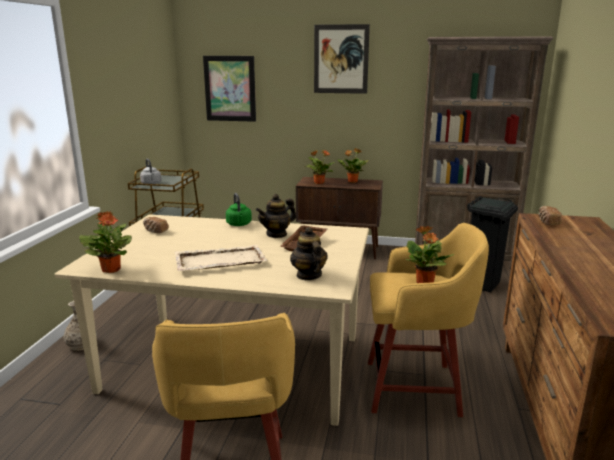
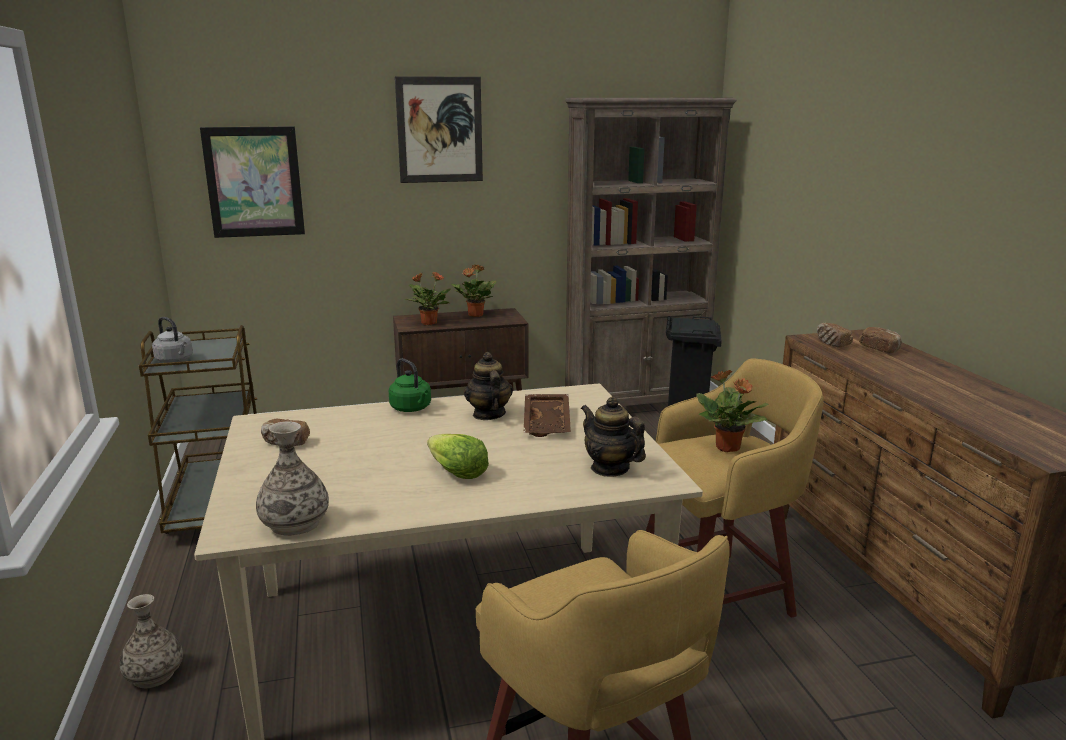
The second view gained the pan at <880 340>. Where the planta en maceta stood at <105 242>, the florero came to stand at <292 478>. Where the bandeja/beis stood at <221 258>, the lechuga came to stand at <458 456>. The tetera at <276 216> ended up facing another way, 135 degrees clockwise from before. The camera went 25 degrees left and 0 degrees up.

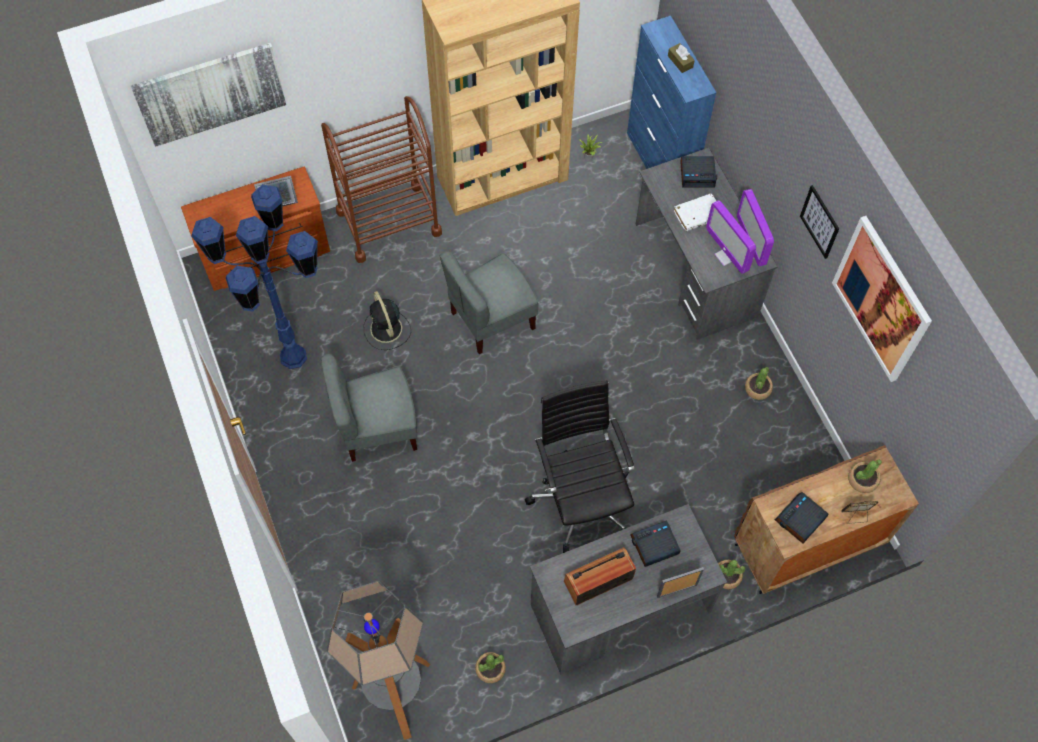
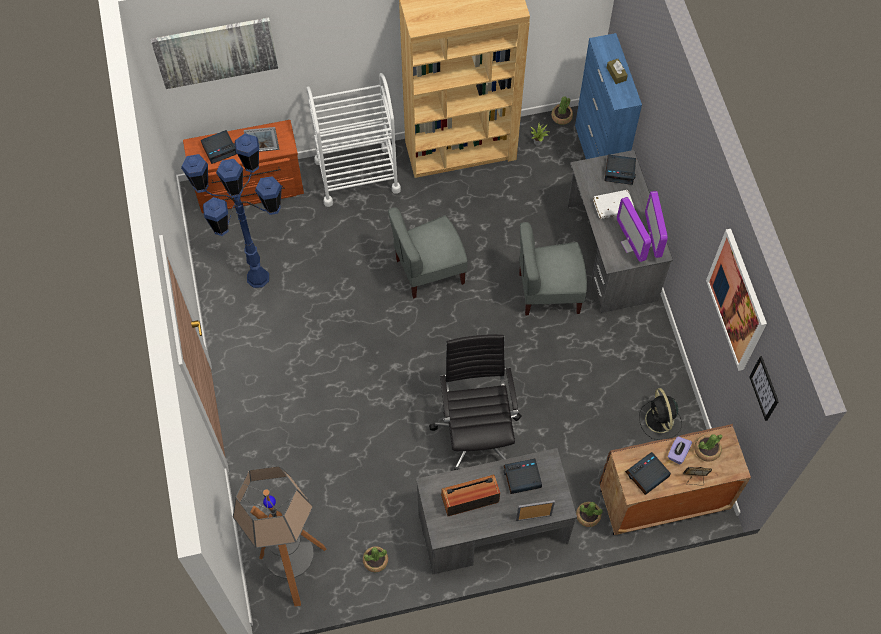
The second view gained the despertador at <219 147>. The second view gained the caja de pañuelos/morado at <680 450>. The silla/gris ended up elsewhere, having gone from <369 408> to <553 268>. The ventilador/negro ended up elsewhere, having gone from <387 320> to <660 414>. The planta en maceta ended up elsewhere, having gone from <759 383> to <562 110>. The cuadro ended up elsewhere, having gone from <819 222> to <764 388>. What was the carrito/marrón at <381 179> turned into the carrito/blanco at <353 140>. The camera went 10 degrees right and 0 degrees up.

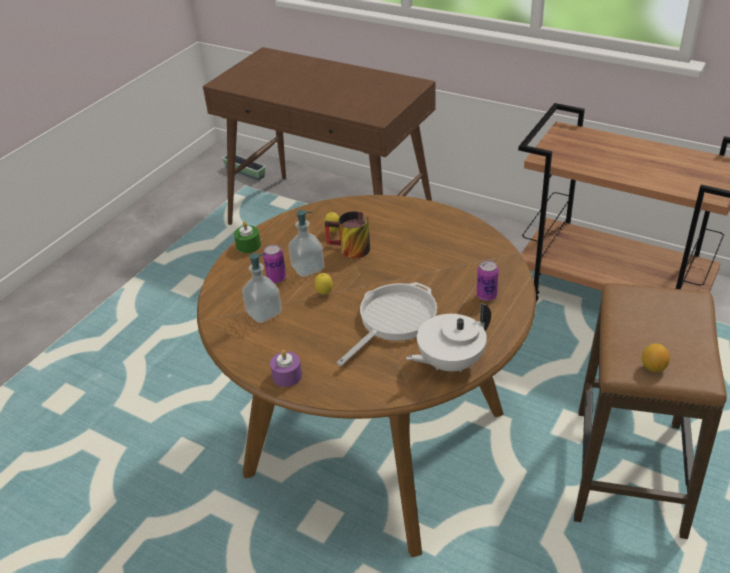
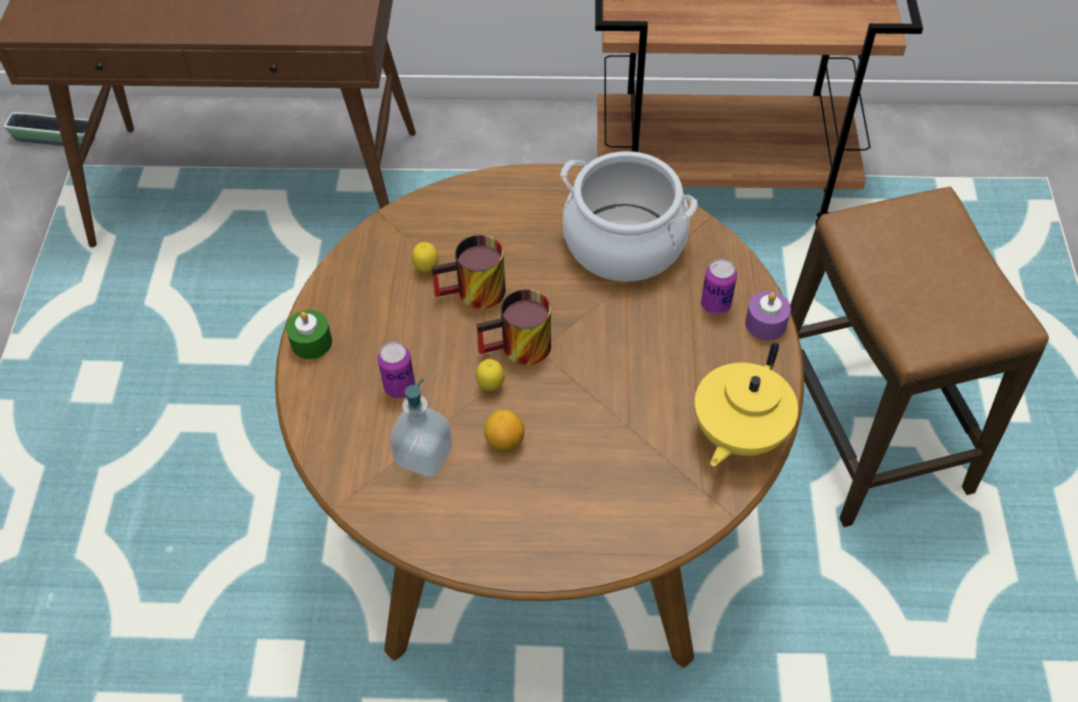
The second view lost the dispensador de jabón at <306 243>. The second view lost the sartén at <387 324>. The second view gained the taza grande at <514 327>. The second view gained the olla at <628 216>. The vela/morado ended up elsewhere, having gone from <286 368> to <768 315>. The limón ended up elsewhere, having gone from <656 358> to <504 430>. What was the tetera/blanco at <448 337> turned into the tetera/amarillo at <746 404>. The camera went 30 degrees left and 15 degrees up.

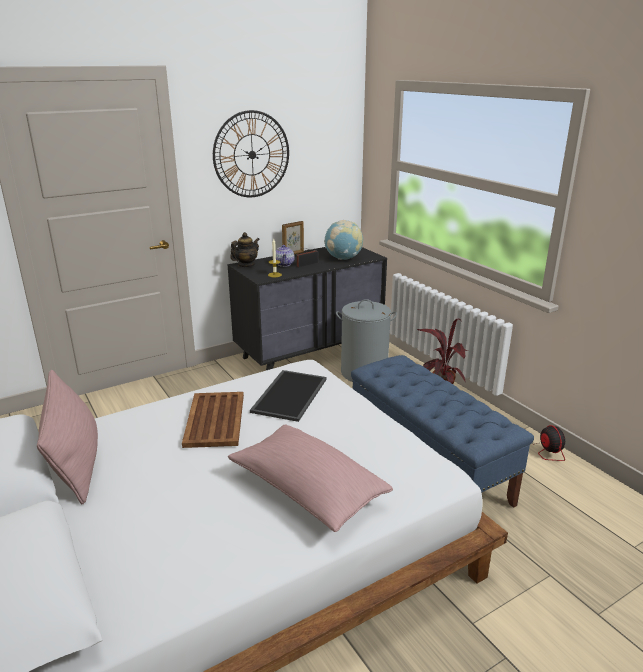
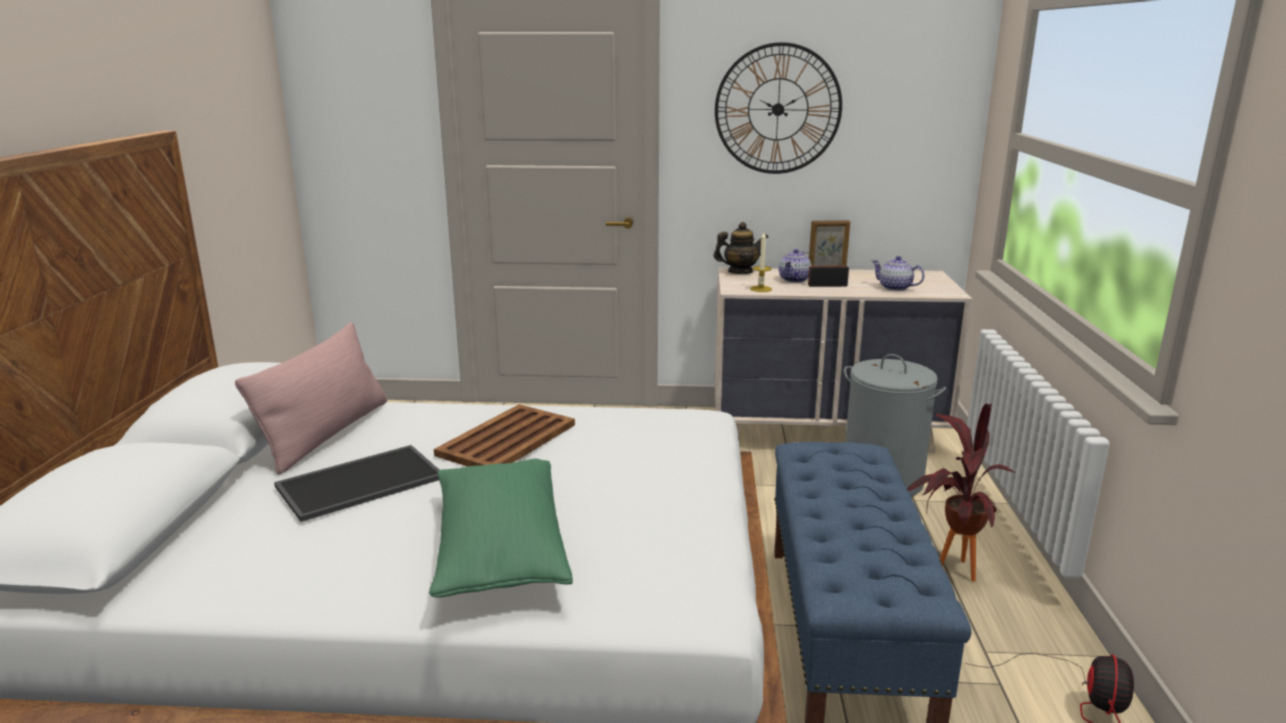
The bandeja ended up elsewhere, having gone from <288 396> to <356 483>. Where the globo terráqueo stood at <343 240>, the tetera came to stand at <898 273>. What was the cómoda/negro at <307 308> turned into the cómoda/beis at <843 360>. What was the cojín/rosa at <310 478> turned into the cojín/verde at <501 528>. The camera went 35 degrees right and 5 degrees down.

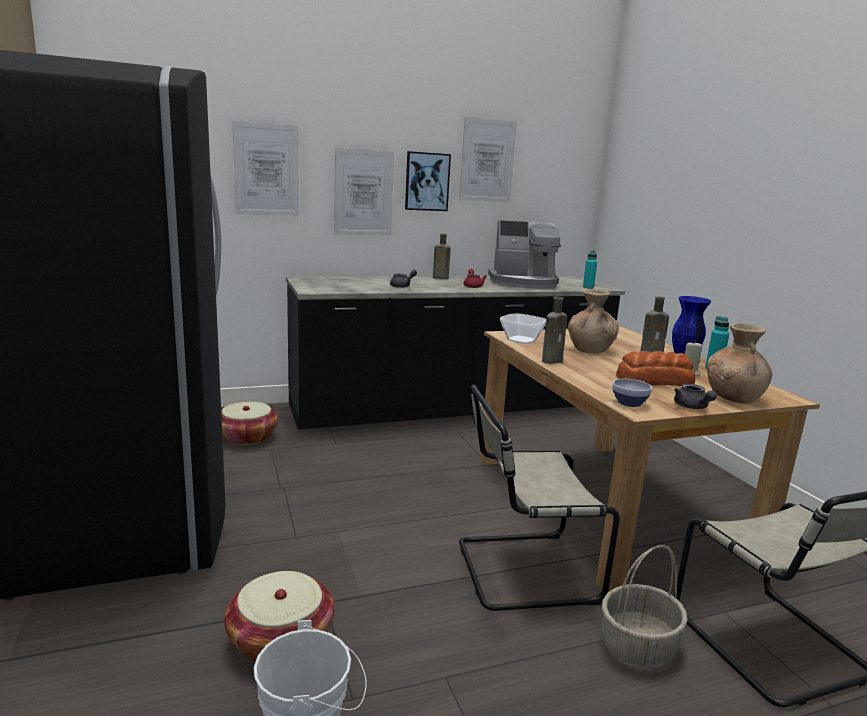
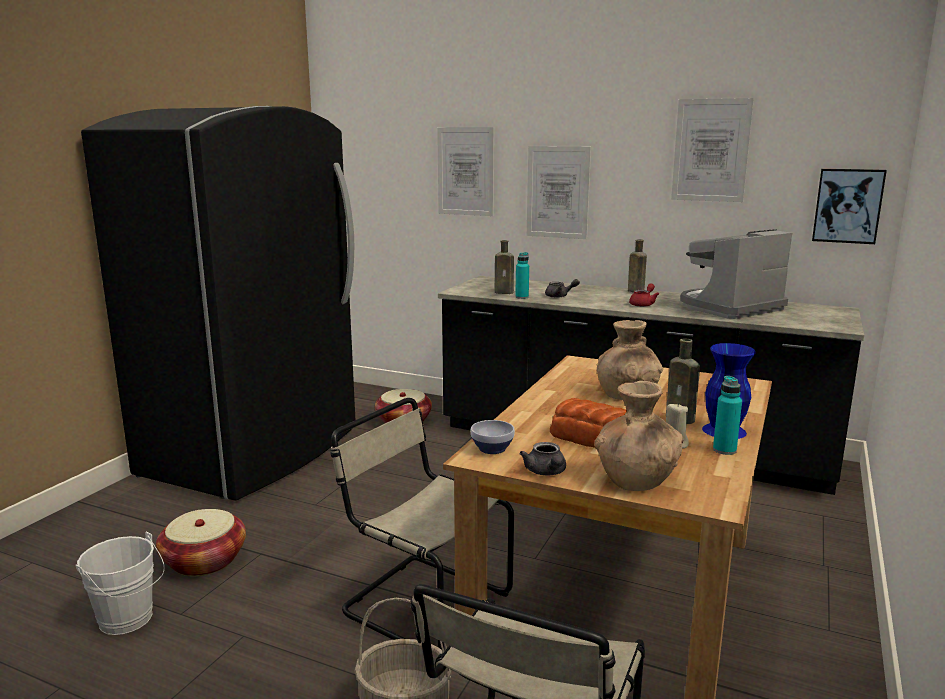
The second view lost the cuenco at <523 328>. The cuadro ended up elsewhere, having gone from <428 181> to <849 206>. The botella/marrón ended up elsewhere, having gone from <554 330> to <504 267>. The botella/turquesa ended up elsewhere, having gone from <590 269> to <522 275>. The cafetera at <524 254> ended up facing another way, 105 degrees clockwise from before. The tetera/gris at <695 396> ended up facing another way, 45 degrees counterclockwise from before. The camera went 45 degrees right and 0 degrees up.

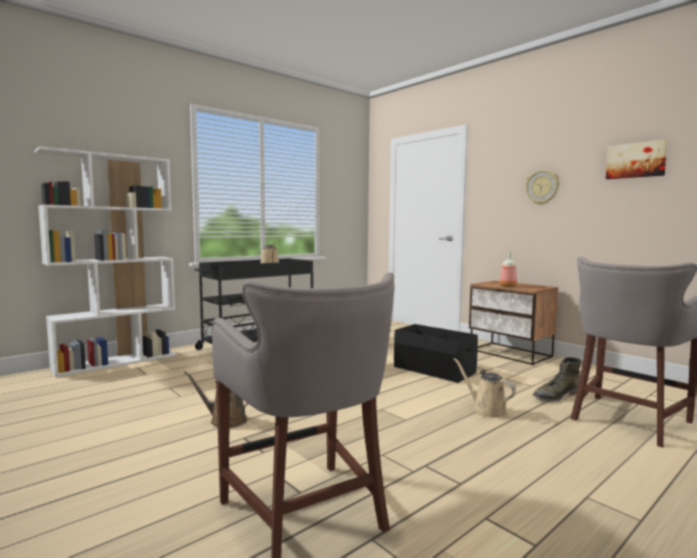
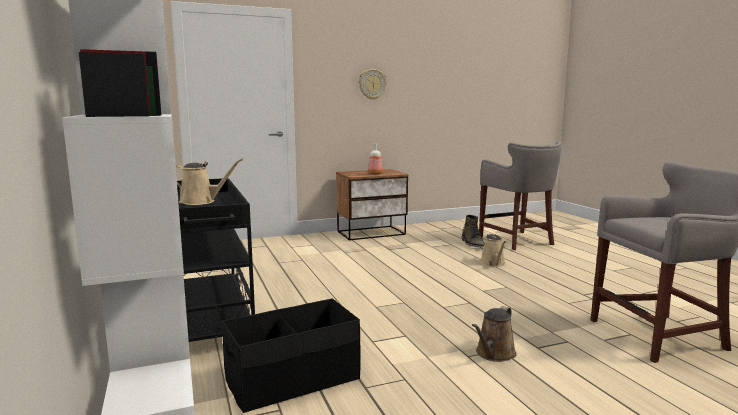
The second view lost the cuadro at <637 159>. The caja de almacenaje/negro ended up elsewhere, having gone from <436 353> to <291 355>. The regadera/beis at <485 388> ended up facing another way, 75 degrees counterclockwise from before. The camera went 70 degrees left and 5 degrees up.

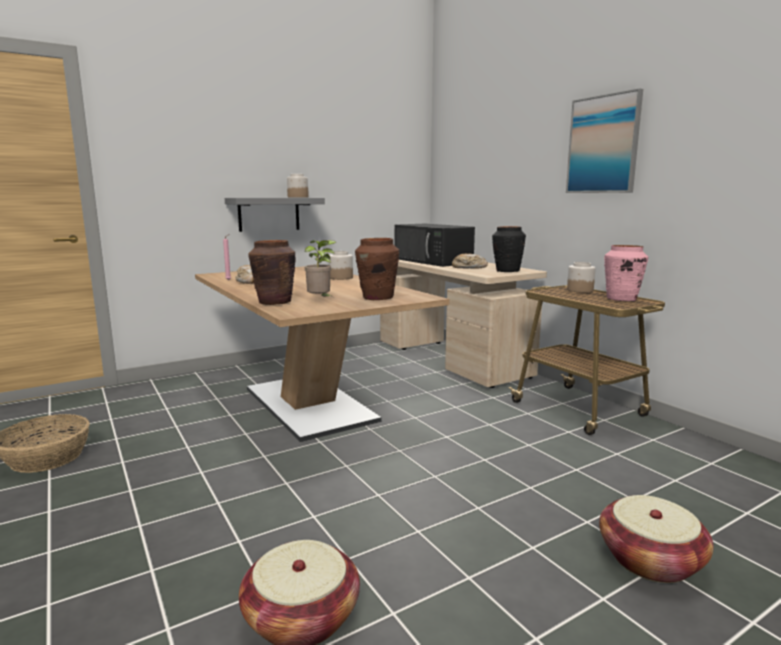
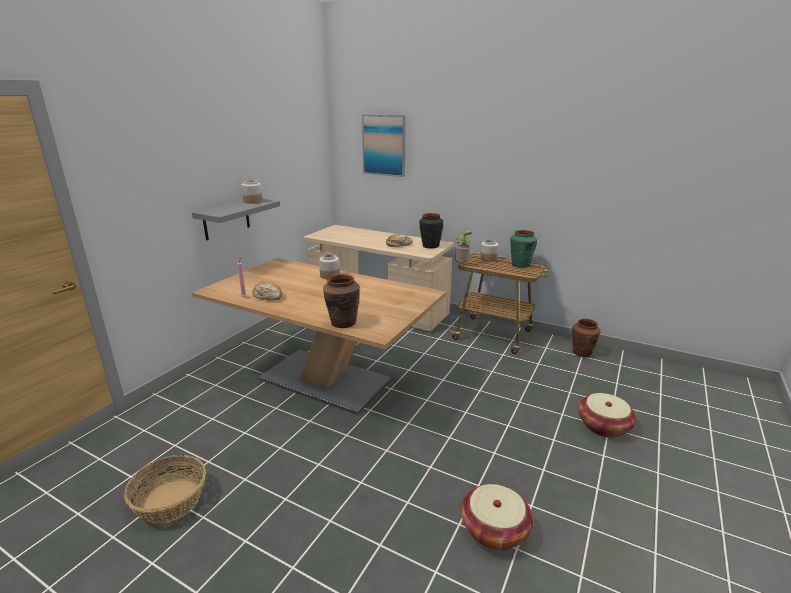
The second view lost the microondas/negro at <435 245>. The planta en maceta ended up elsewhere, having gone from <320 268> to <463 247>. The florero/marrón ended up elsewhere, having gone from <377 269> to <586 338>. The cuadro ended up elsewhere, having gone from <604 140> to <384 145>. What was the florero/rosa at <626 273> turned into the florero/verde at <523 249>. The camera went 30 degrees left and 10 degrees up.

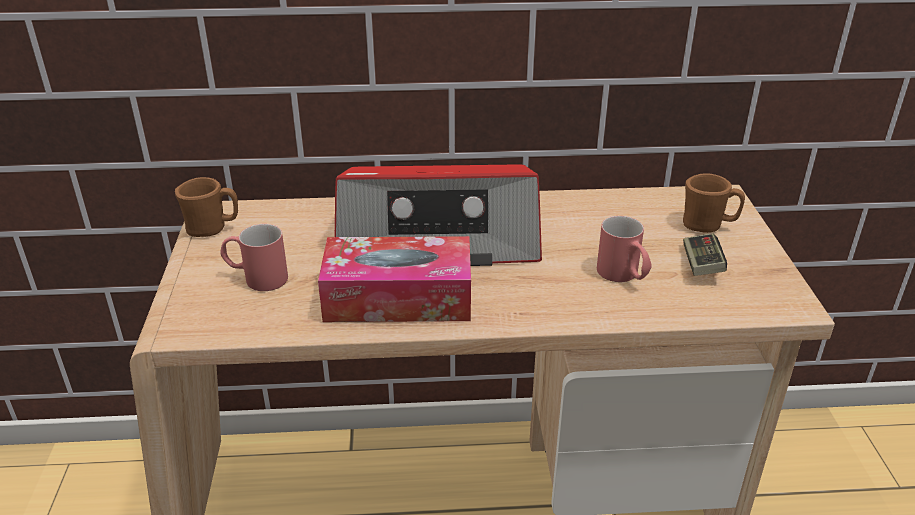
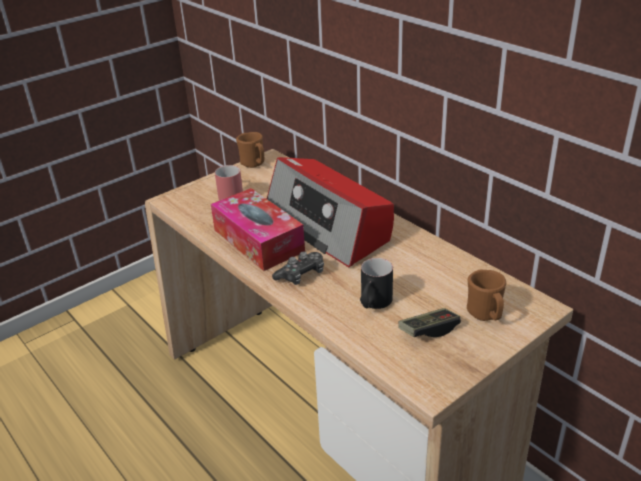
The second view gained the mando de consola at <298 268>. What was the taza grande/rojo at <624 249> turned into the taza grande/negro at <376 283>. The camera went 55 degrees right and 0 degrees up.

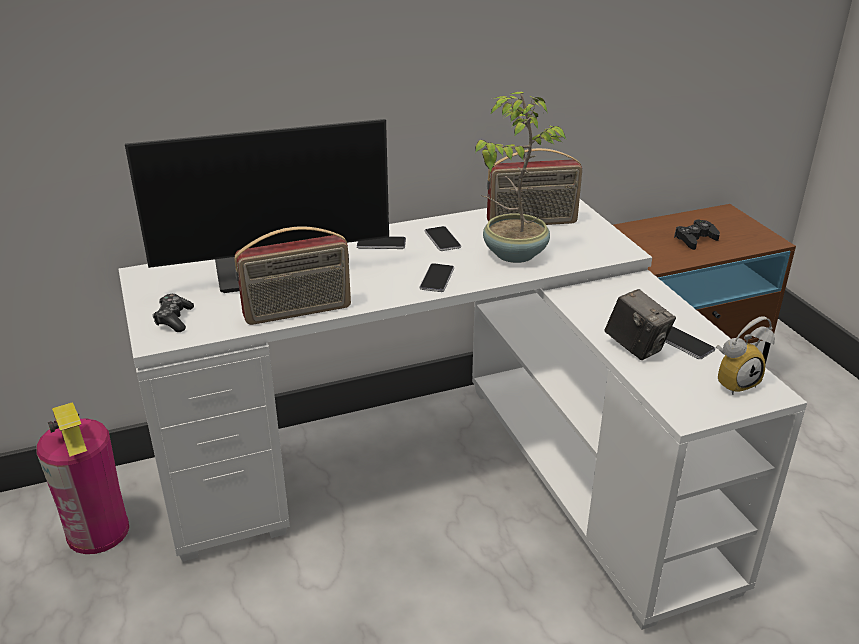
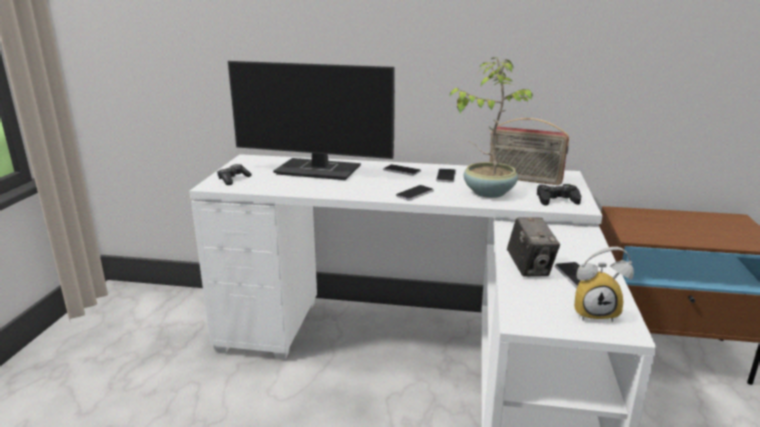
The second view lost the extintor at <83 478>. The second view lost the radio at <293 276>. The mando de consola/negro ended up elsewhere, having gone from <697 234> to <559 195>. The camera went 30 degrees right and 10 degrees down.

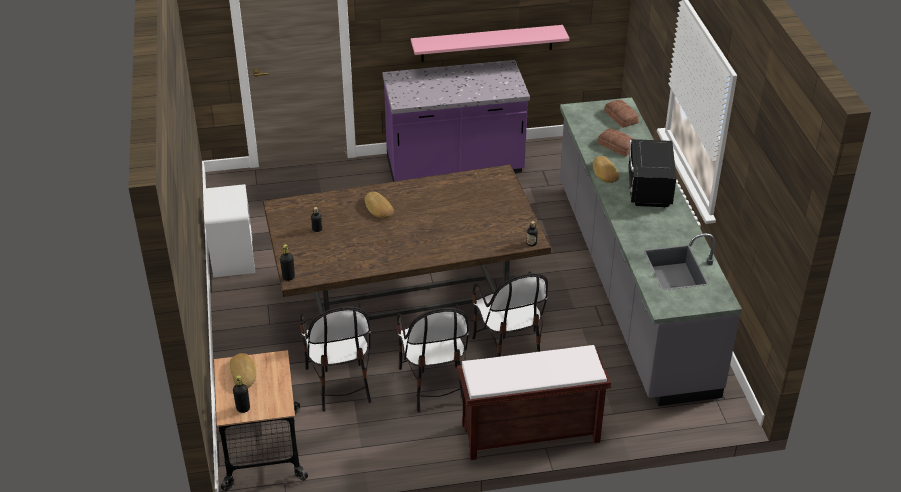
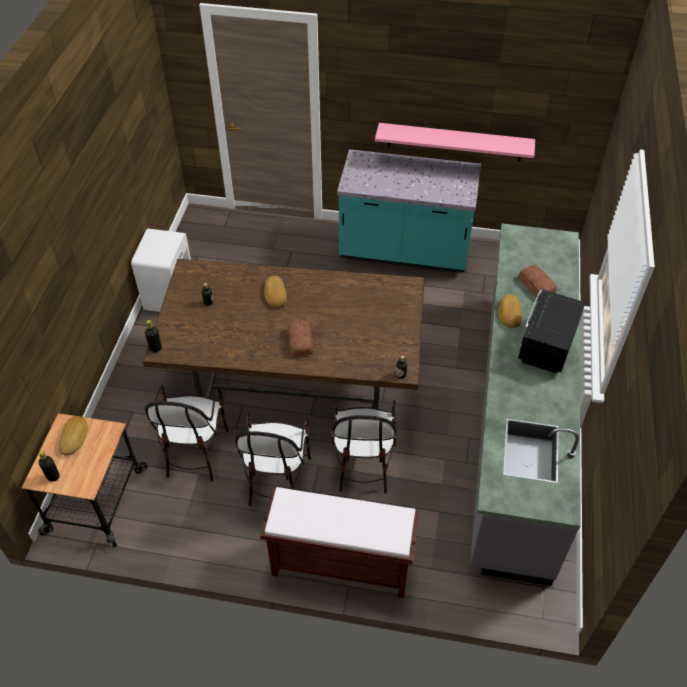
The pan ended up elsewhere, having gone from <621 114> to <300 338>. What was the mueble bajo de cocina/morado at <456 121> turned into the mueble bajo de cocina/turquesa at <409 210>. The camera went 20 degrees right and 10 degrees up.

